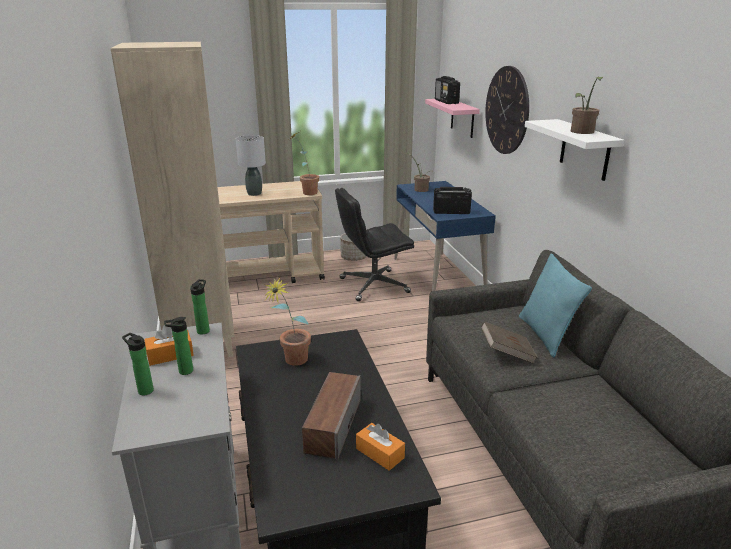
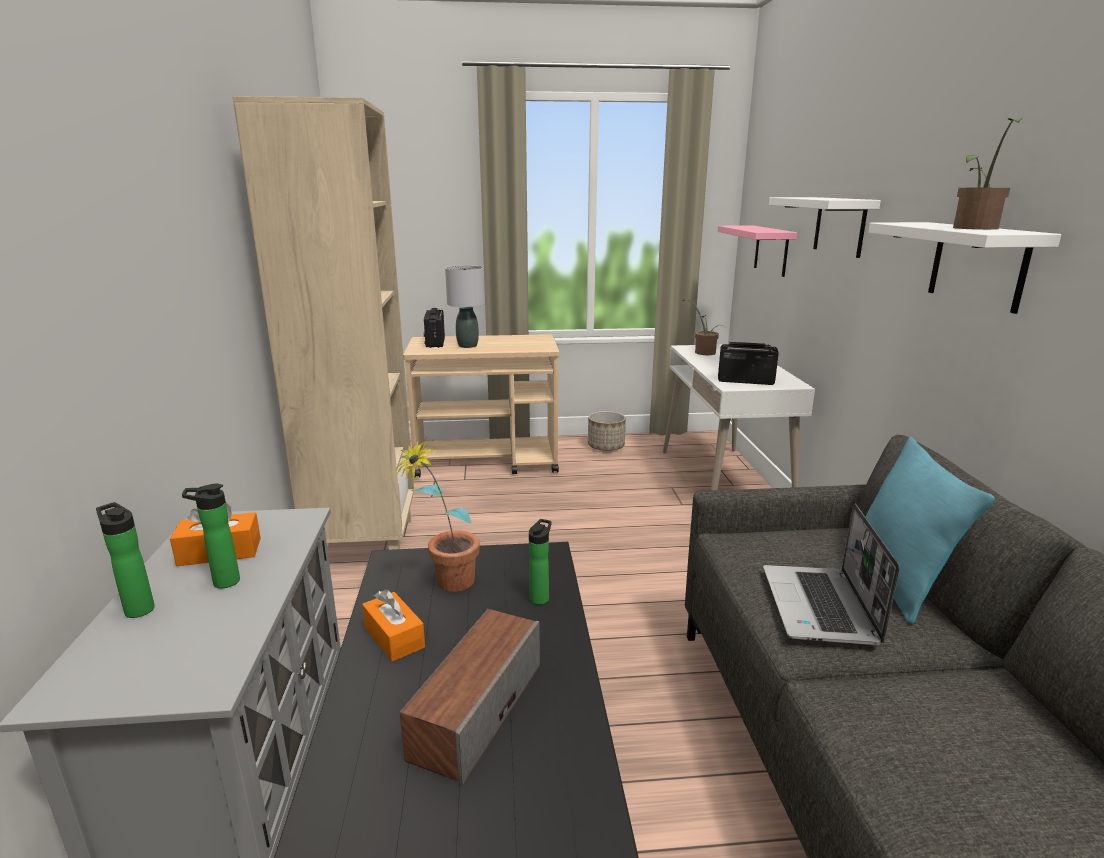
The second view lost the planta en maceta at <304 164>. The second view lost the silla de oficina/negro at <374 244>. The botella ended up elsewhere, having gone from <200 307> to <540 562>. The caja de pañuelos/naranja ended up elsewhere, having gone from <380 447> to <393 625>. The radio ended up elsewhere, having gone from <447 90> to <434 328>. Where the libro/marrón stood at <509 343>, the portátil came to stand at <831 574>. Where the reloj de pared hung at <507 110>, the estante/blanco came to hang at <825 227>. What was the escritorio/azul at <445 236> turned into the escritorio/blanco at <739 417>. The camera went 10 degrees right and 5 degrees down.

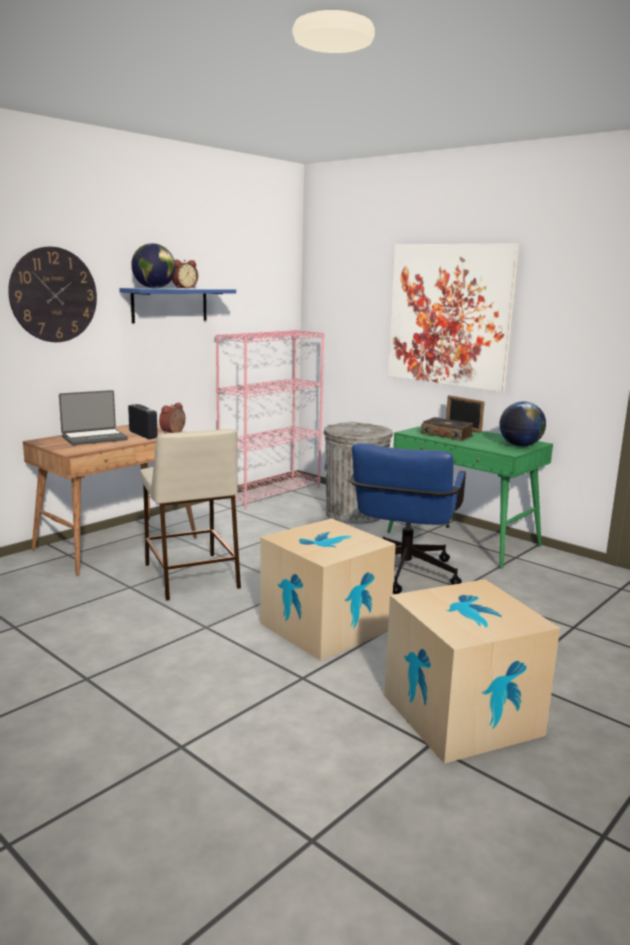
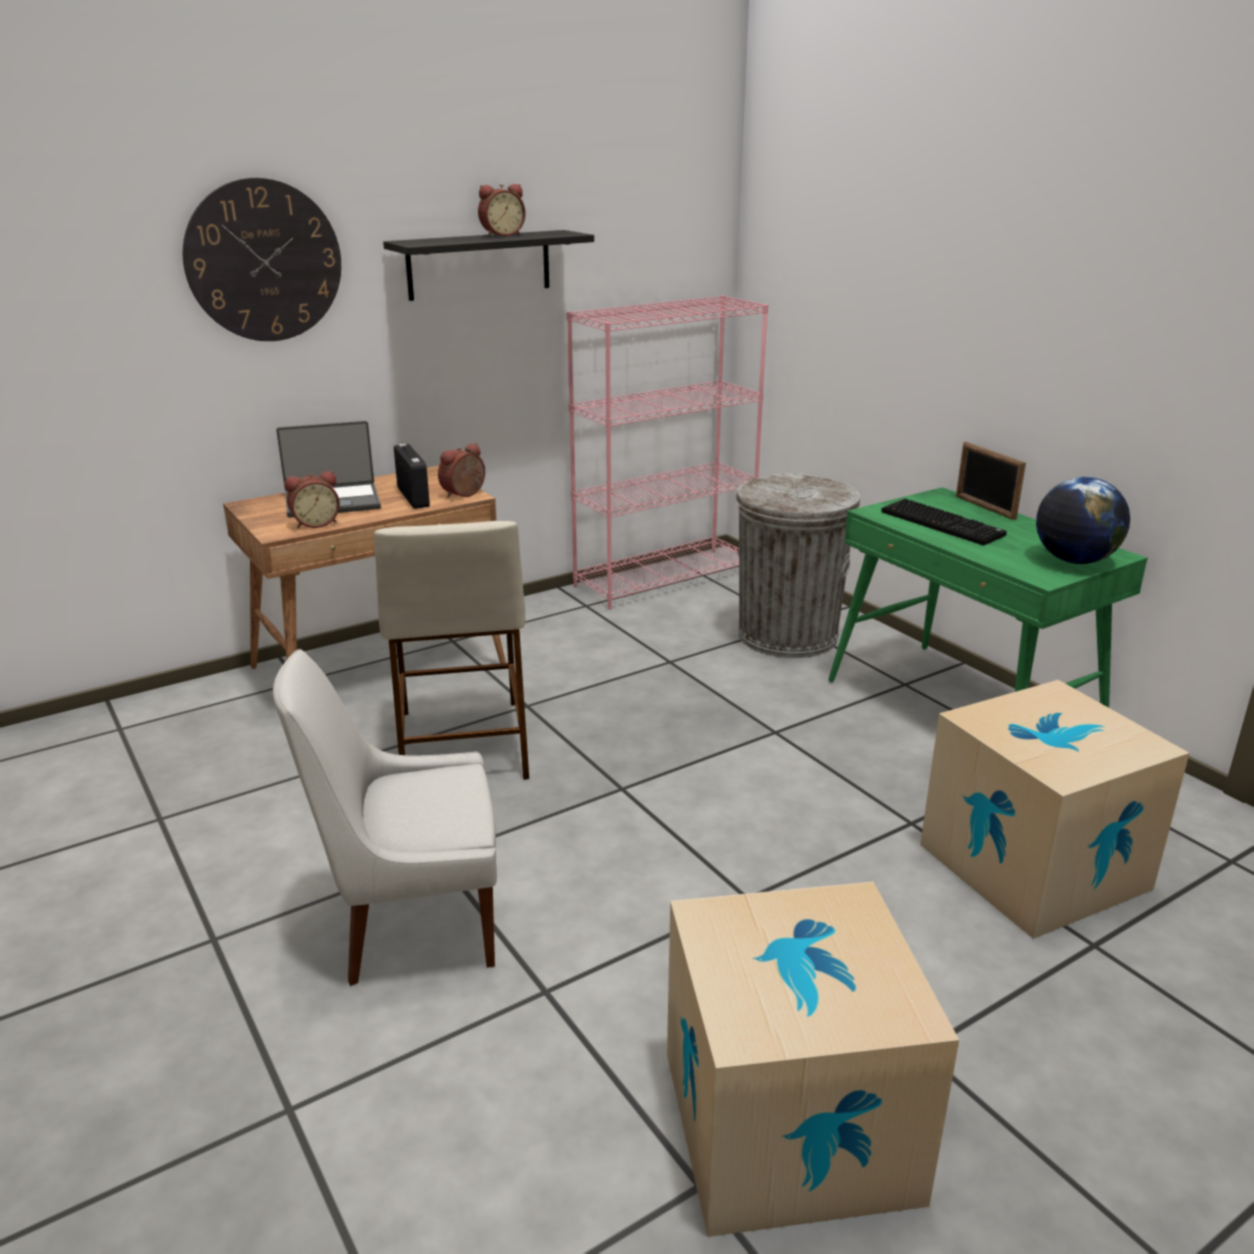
The second view lost the globo terráqueo at <153 265>. The second view lost the silla de oficina/azul at <408 518>. The second view lost the cuadro at <453 317>. The second view gained the silla/blanco at <385 817>. The second view gained the despertador at <312 499>. The caja de cartón ended up elsewhere, having gone from <328 589> to <1054 809>. Where the libro stood at <447 429>, the teclado came to stand at <944 522>. What was the estante/azul at <177 305> turned into the estante/negro at <488 265>. The camera went 15 degrees right and 10 degrees up.

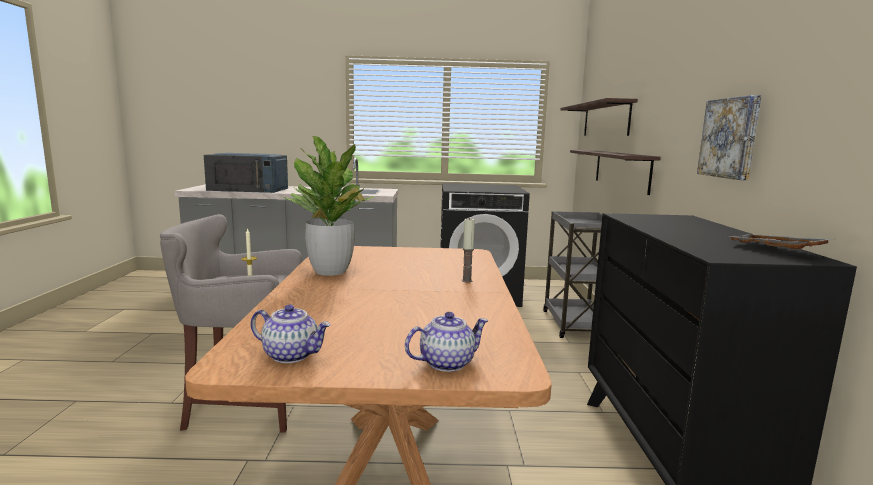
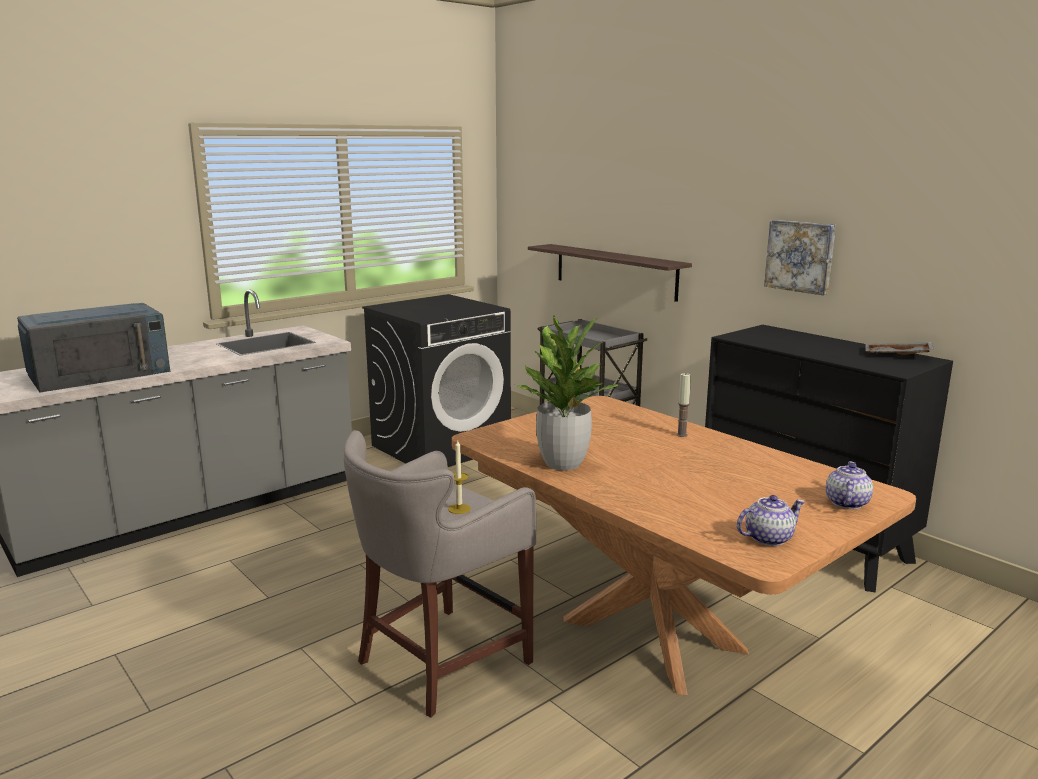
The second view lost the estante at <599 117>. The camera went 40 degrees left and 5 degrees up.

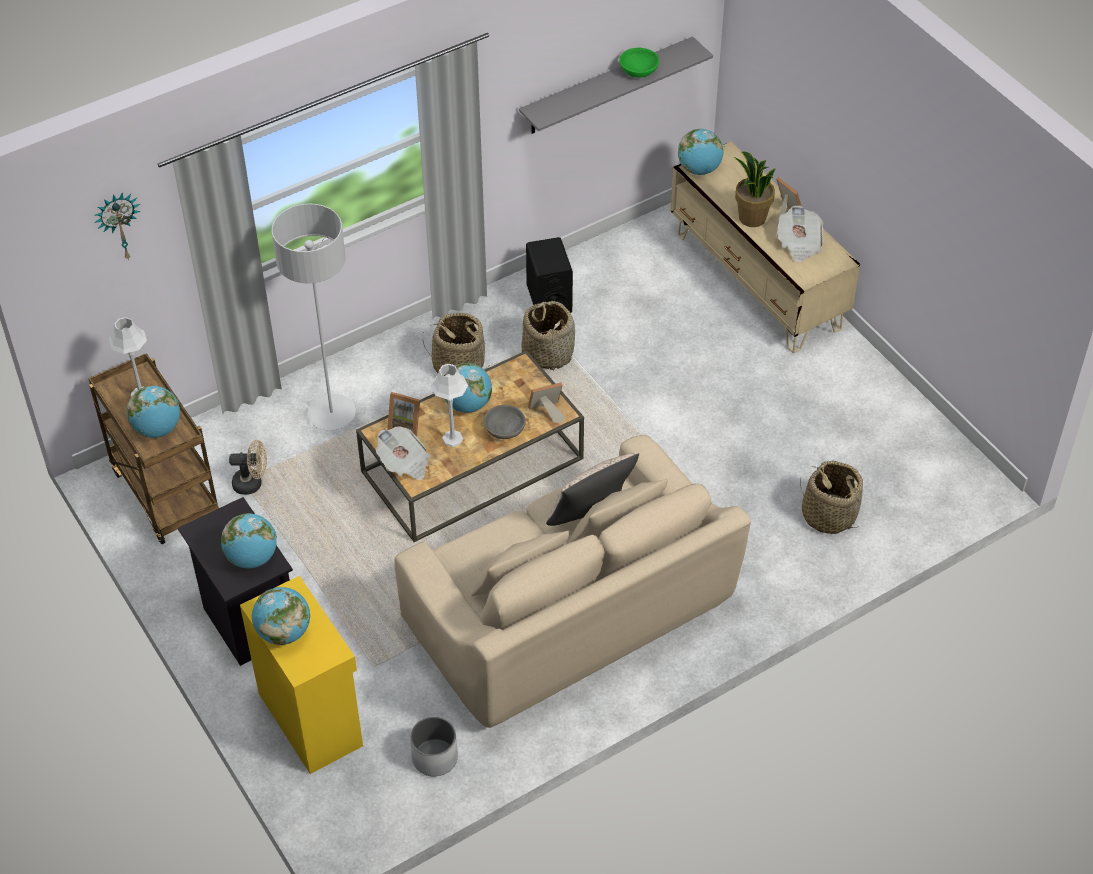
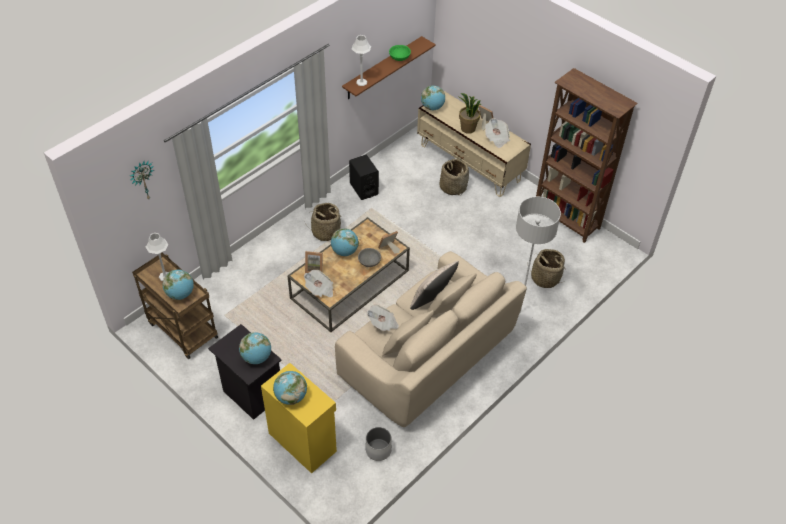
The second view lost the ventilador/beis at <248 467>. The second view gained the periódico at <382 318>. The second view gained the estantería/marrón at <587 155>. The lámpara de pie/gris ended up elsewhere, having gone from <314 317> to <538 260>. The lámpara de mesa/blanco ended up elsewhere, having gone from <449 405> to <361 60>. The cesta ended up elsewhere, having gone from <548 335> to <454 177>. What was the estante/gris at <616 85> turned into the estante/marrón at <389 67>. The camera went 15 degrees left and 0 degrees up.

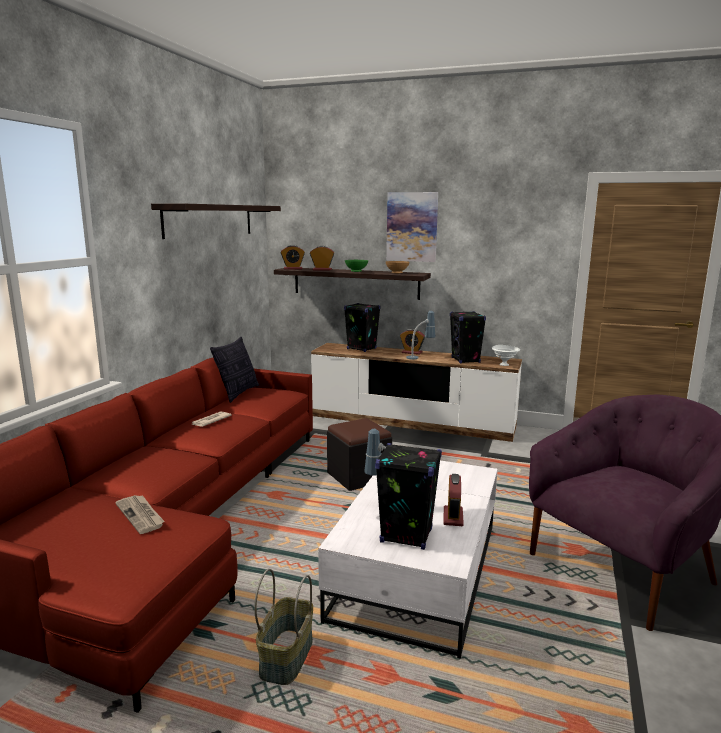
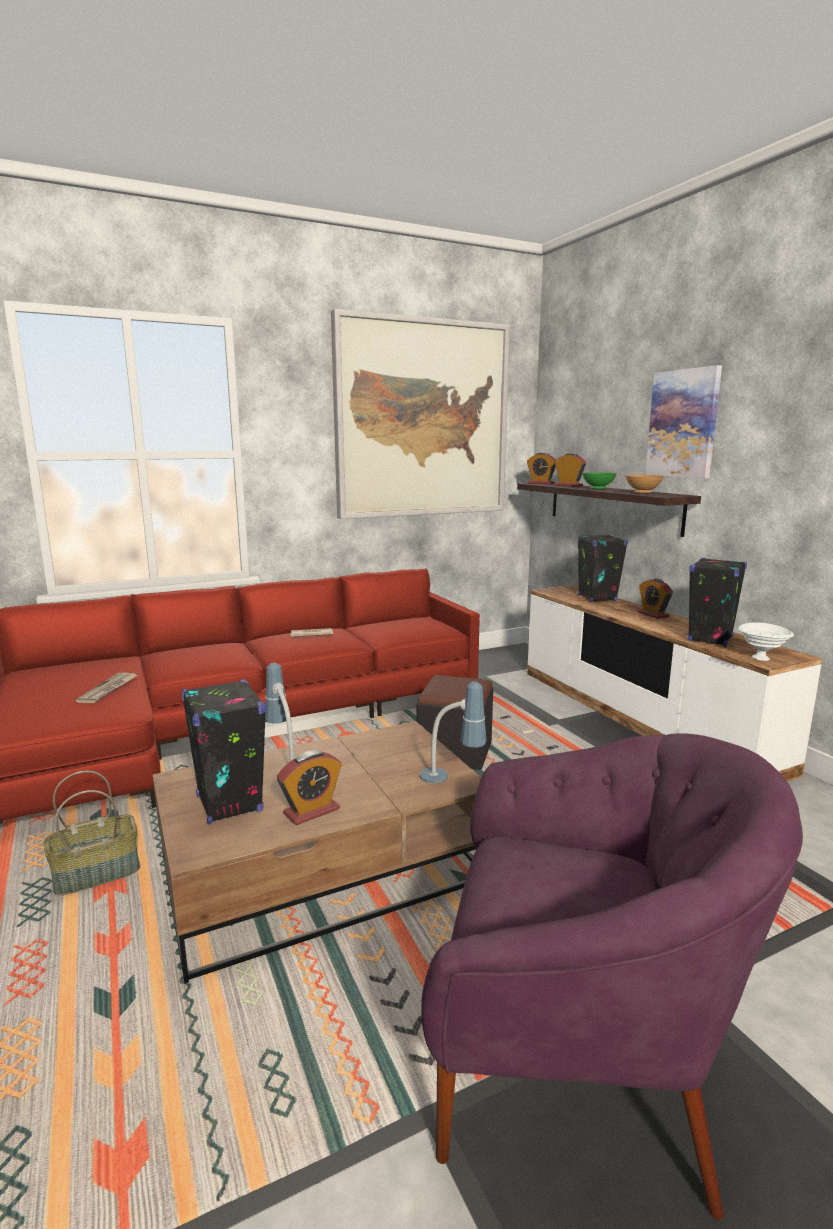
The second view lost the cojín at <235 370>. The lámpara de mesa ended up elsewhere, having gone from <420 335> to <452 732>. Where the estante hung at <216 221>, the cuadro came to hang at <420 414>. What was the mesa de centro/blanco at <408 560> turned into the mesa de centro/marrón at <316 852>. The camera went 45 degrees right and 0 degrees up.

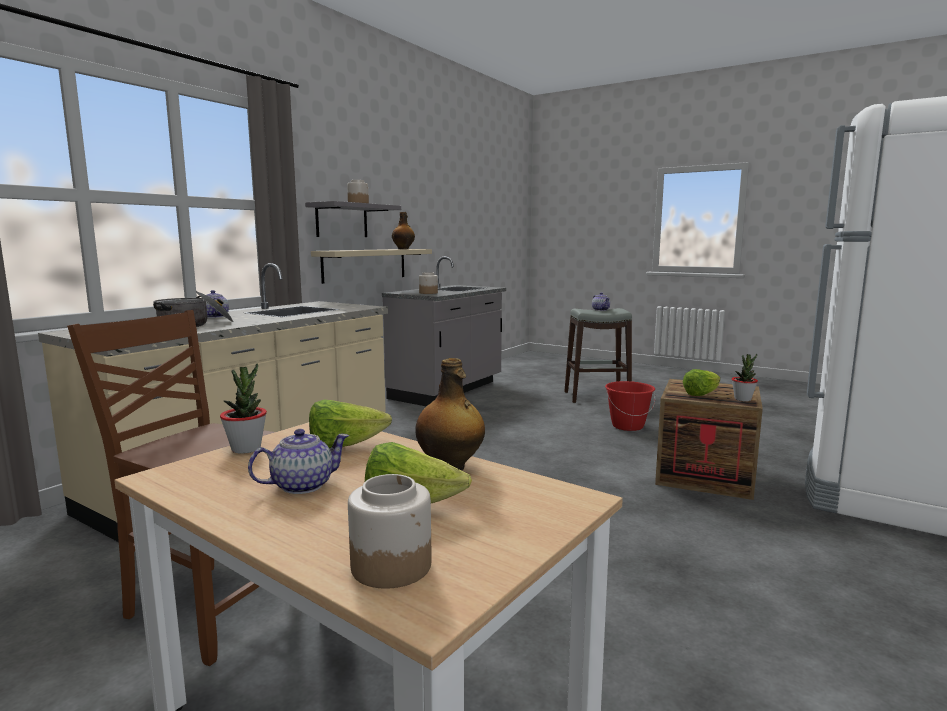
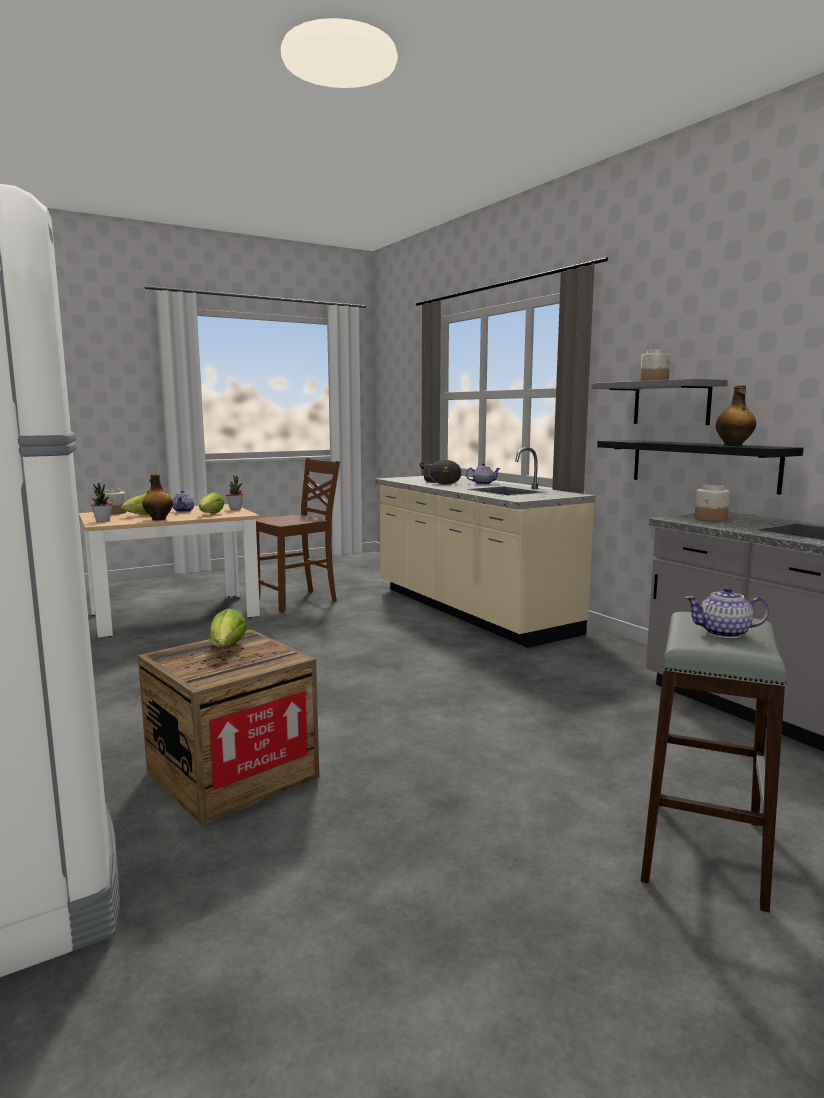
The second view lost the cubo/rojo at <630 406>. The planta en maceta ended up elsewhere, having gone from <745 378> to <101 502>. What was the estante/beis at <371 266> turned into the estante/negro at <700 467>. The camera went 115 degrees right and 0 degrees up.

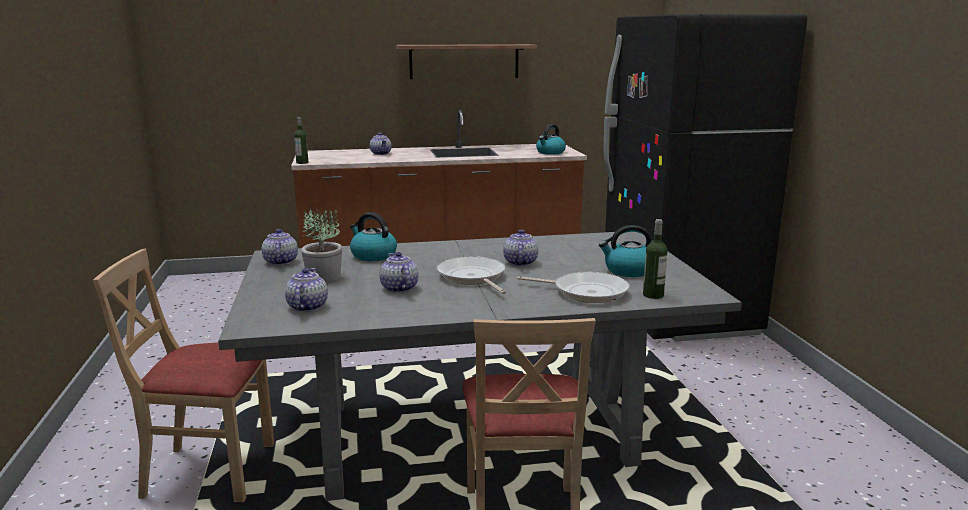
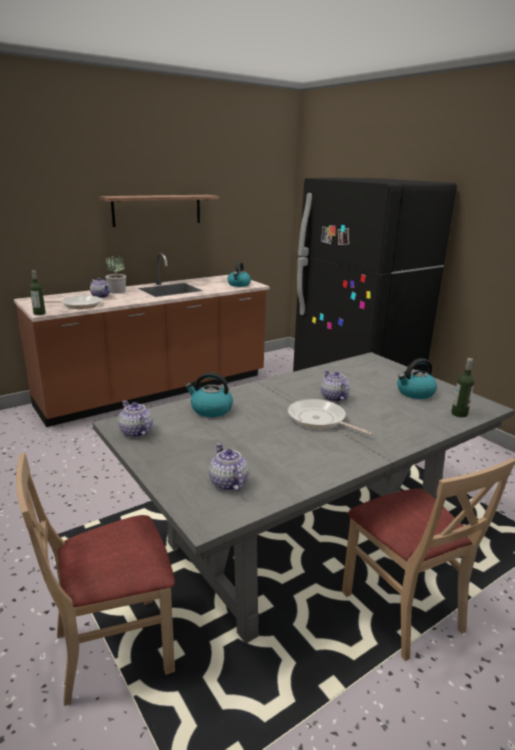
The second view lost the tetera at <399 272>. The planta en maceta ended up elsewhere, having gone from <321 245> to <115 275>. The sartén ended up elsewhere, having gone from <573 287> to <73 302>. The camera went 25 degrees left and 5 degrees up.

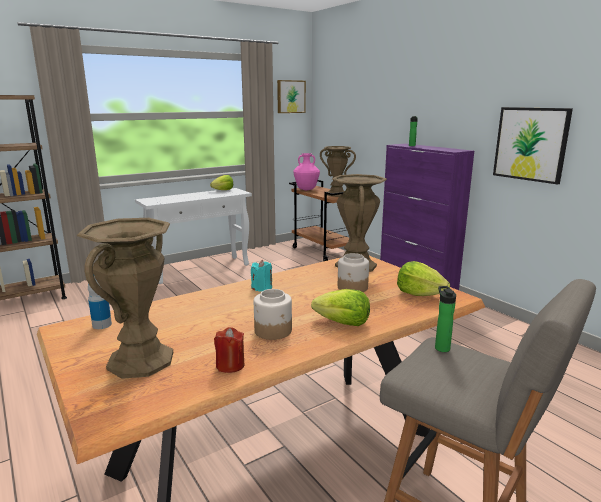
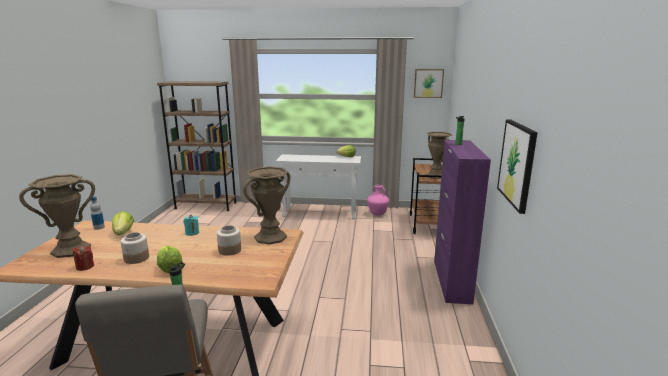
The florero/rosa ended up elsewhere, having gone from <306 171> to <378 200>. The lechuga ended up elsewhere, having gone from <423 278> to <123 223>. The camera went 40 degrees right and 0 degrees up.

